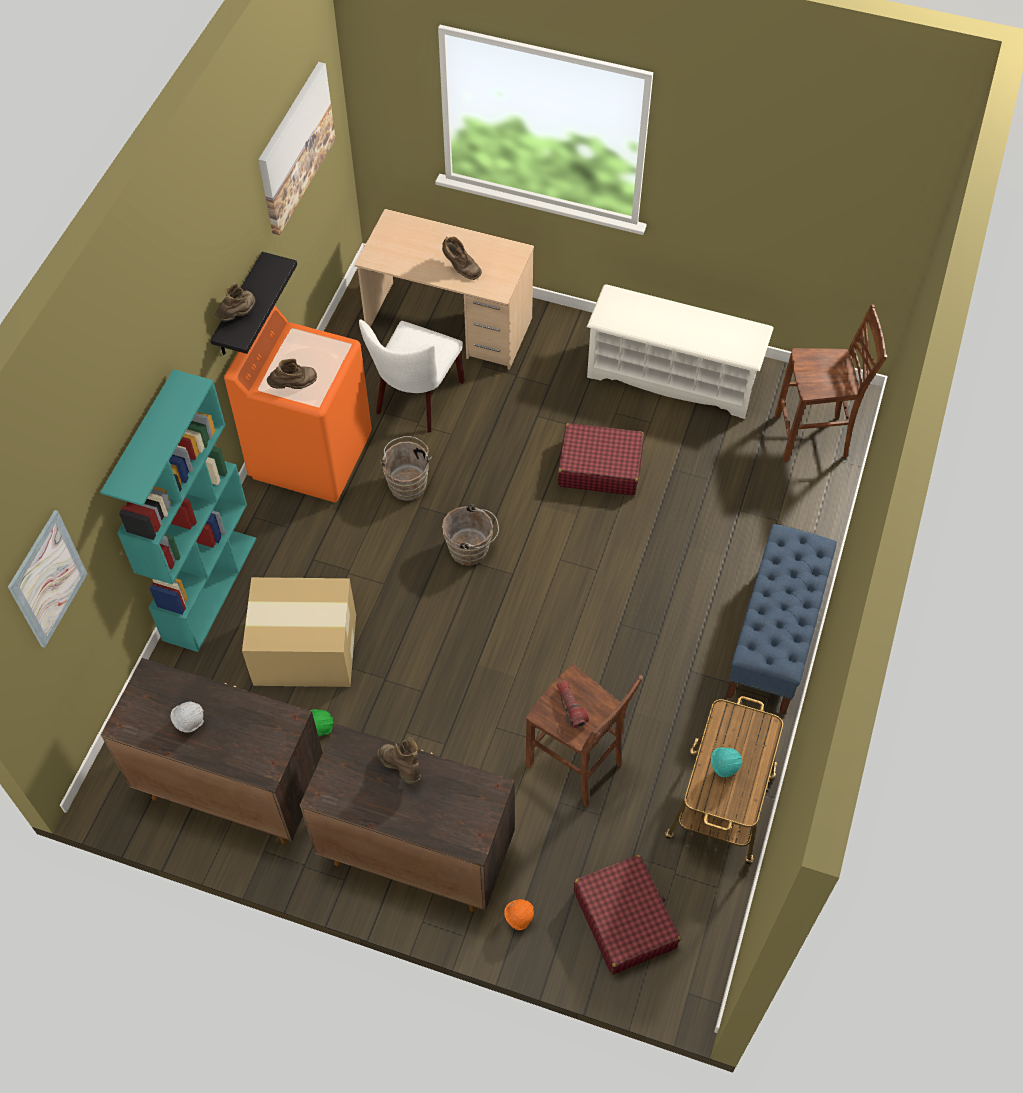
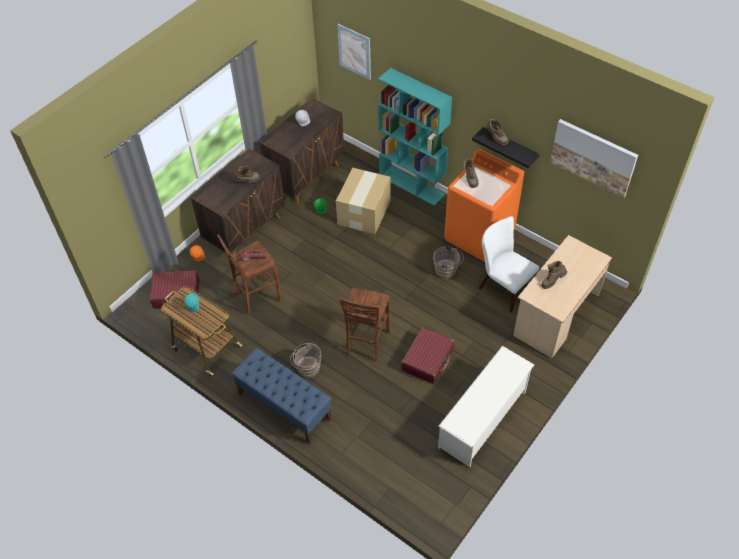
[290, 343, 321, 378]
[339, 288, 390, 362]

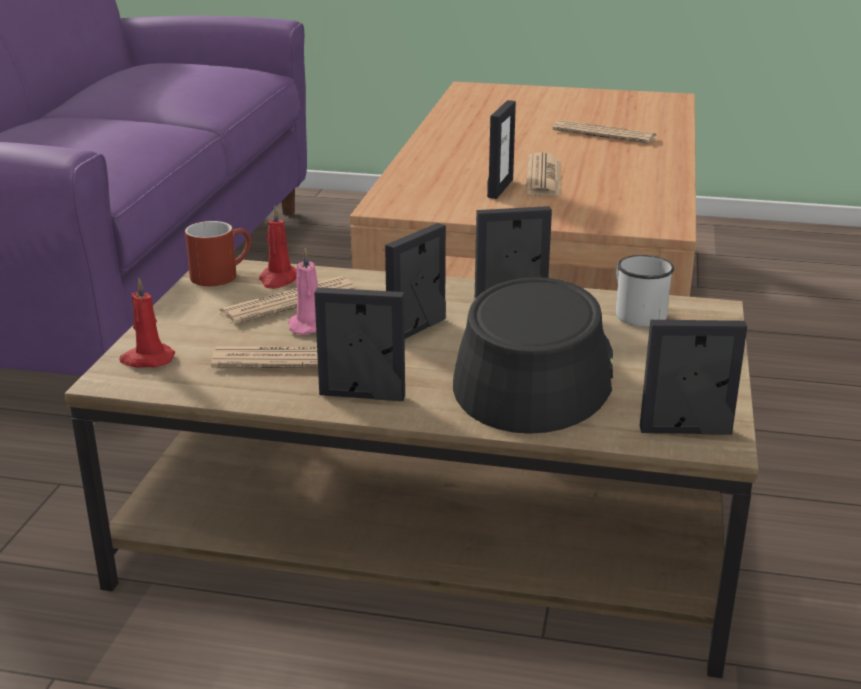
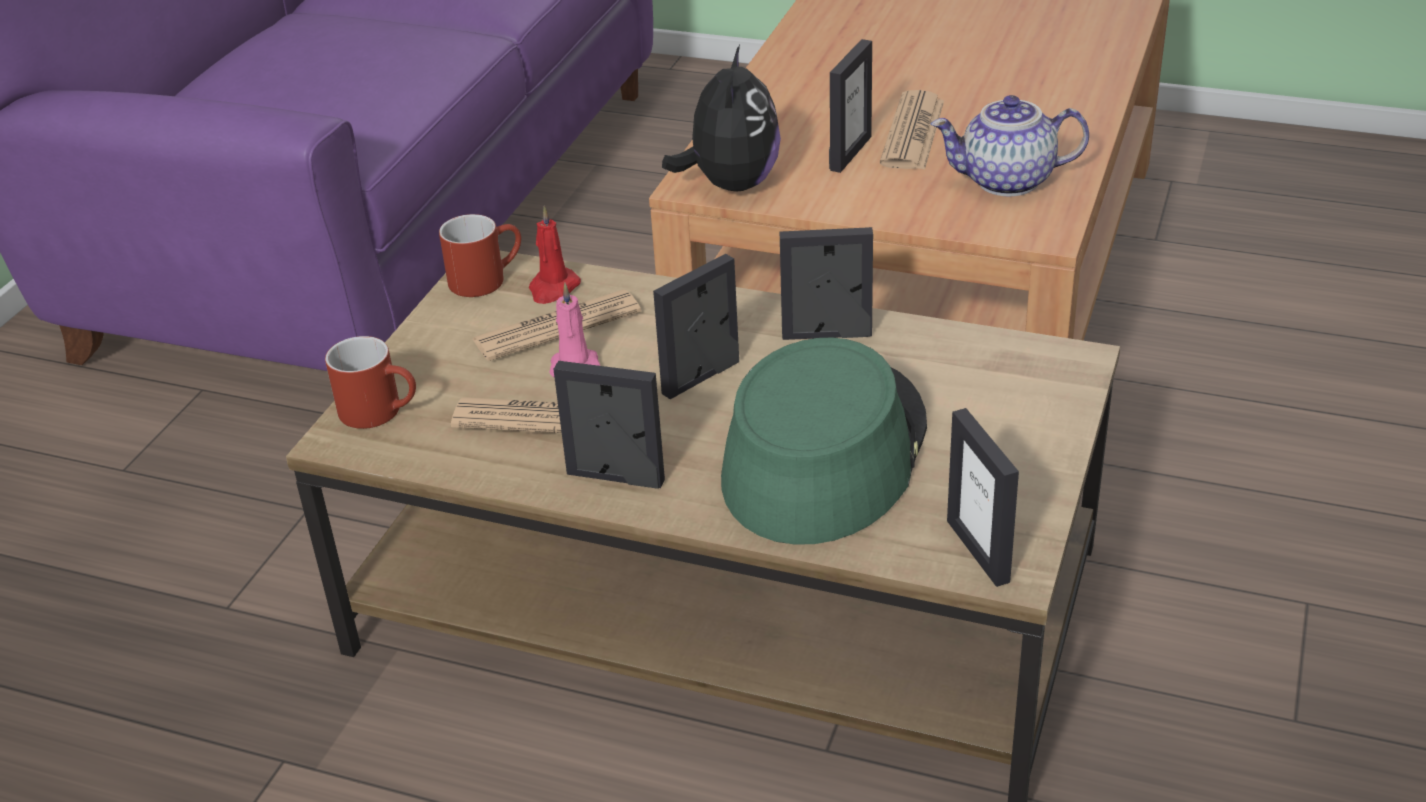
[325, 336, 416, 429]
[721, 337, 927, 545]
[552, 120, 657, 144] (first image)
[616, 255, 674, 327] (first image)
[947, 408, 1019, 587]
[662, 45, 781, 192]
[931, 95, 1089, 196]

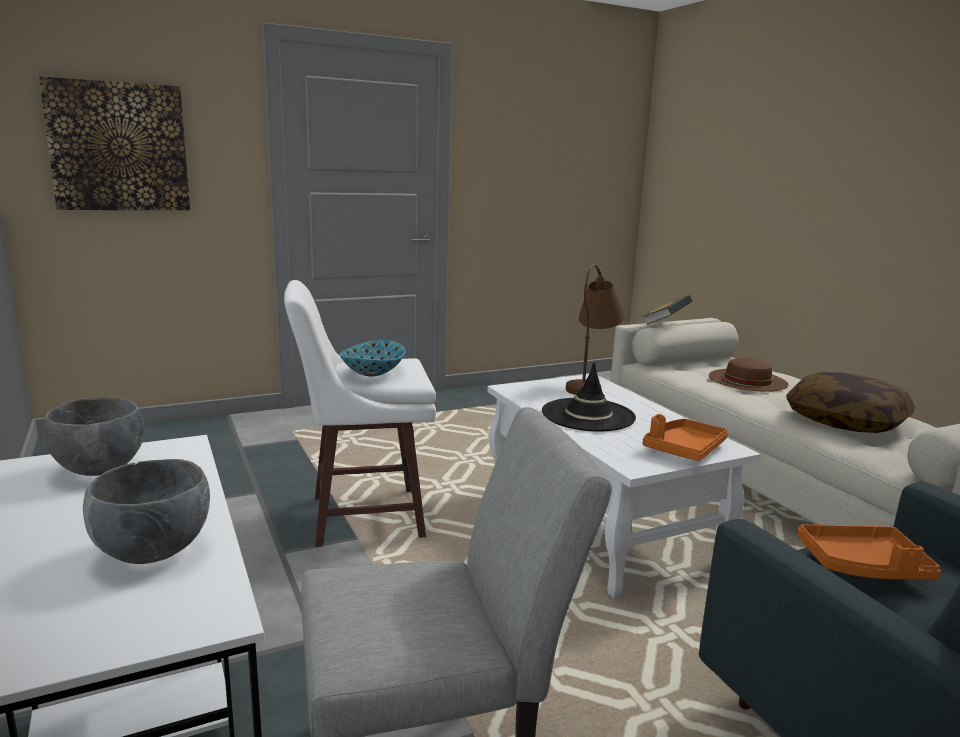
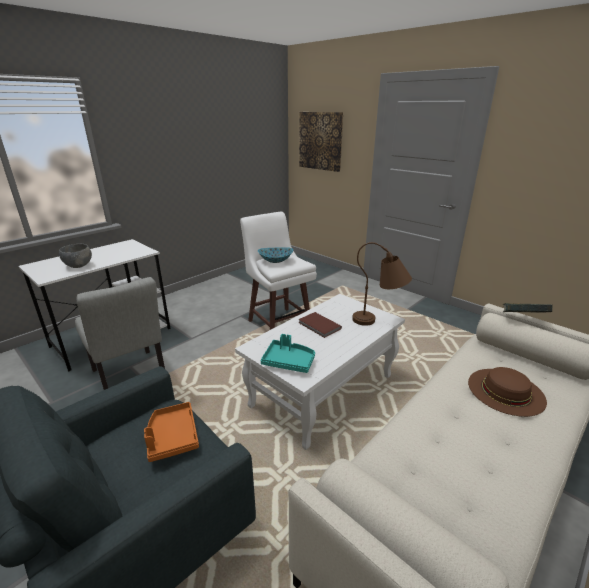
[42, 397, 144, 476] (first image)
[298, 312, 342, 338]
[261, 334, 315, 373]
[786, 372, 915, 433] (first image)

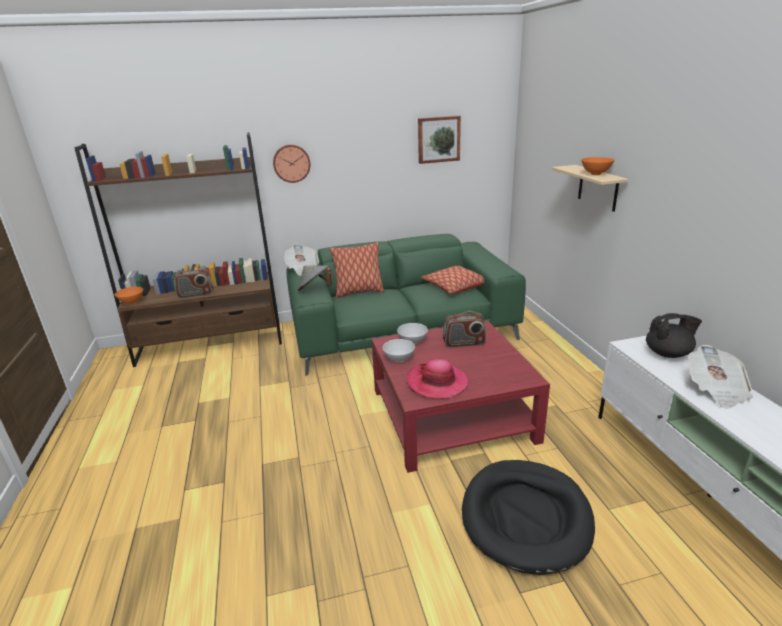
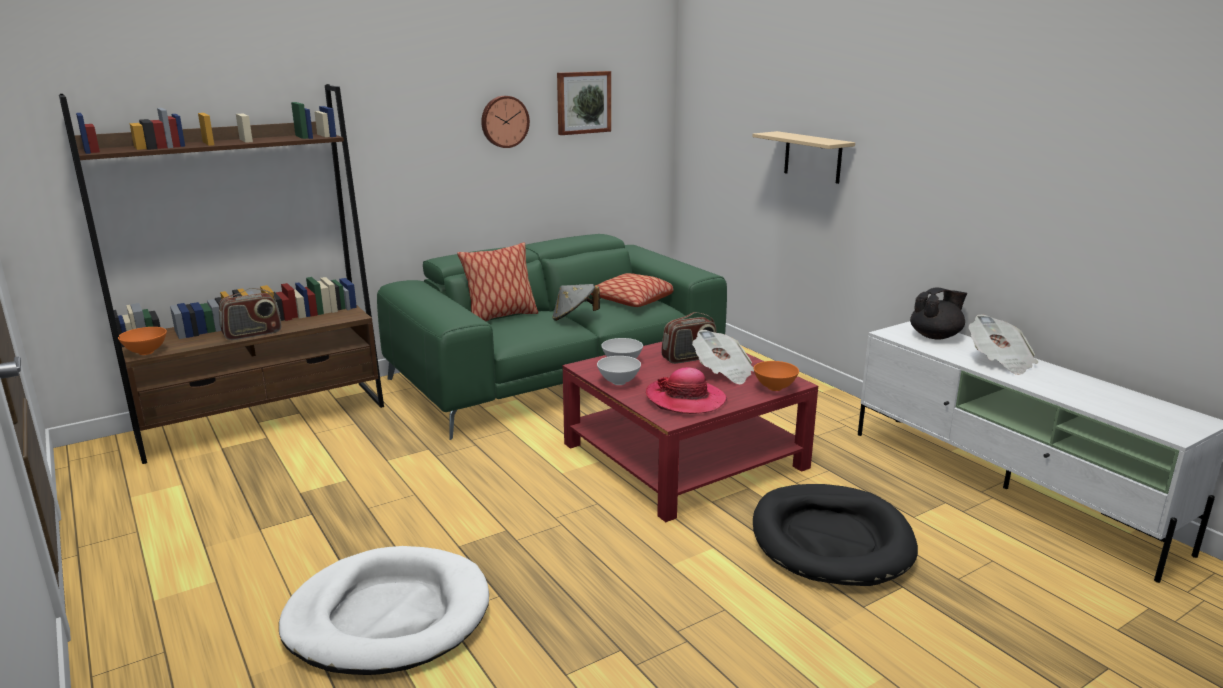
[481, 96, 530, 148]
[692, 330, 754, 385]
[552, 284, 600, 321]
[754, 361, 799, 391]
[279, 546, 489, 675]

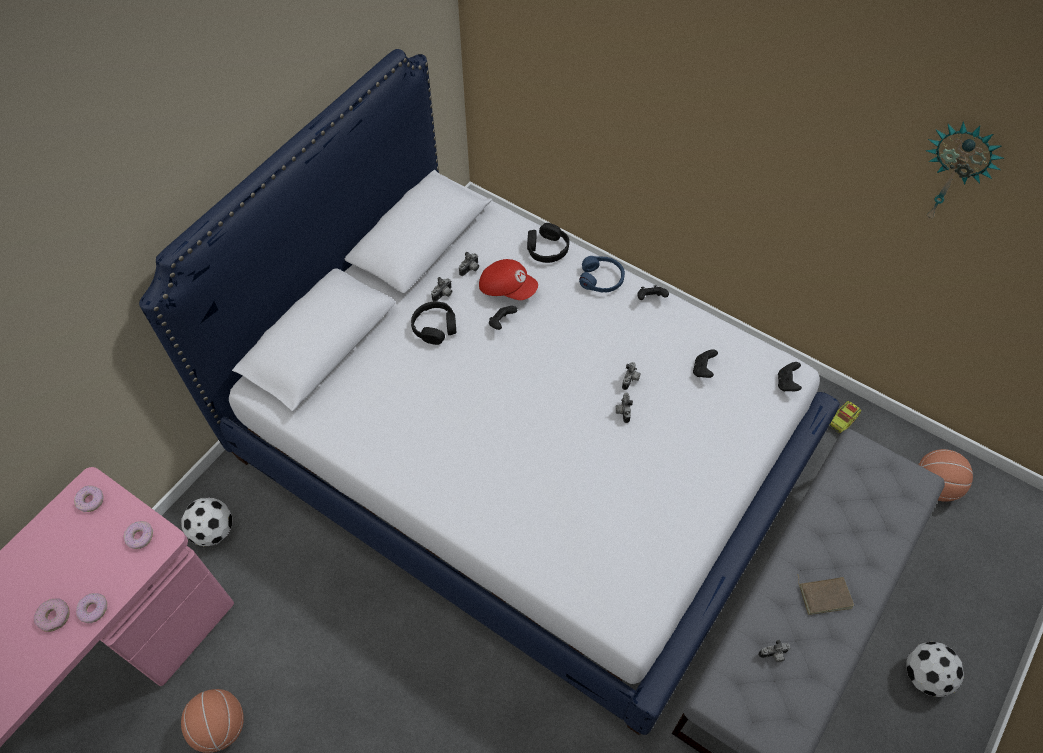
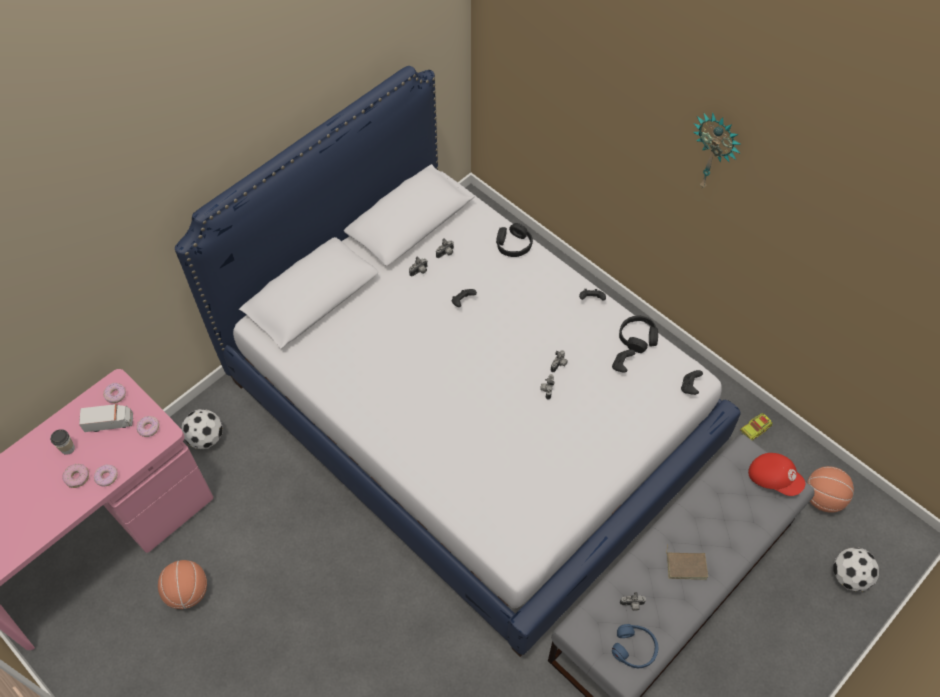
[619, 316, 658, 353]
[748, 453, 805, 496]
[612, 624, 658, 668]
[833, 547, 879, 592]
[693, 112, 741, 188]
[50, 429, 75, 455]
[79, 404, 133, 432]

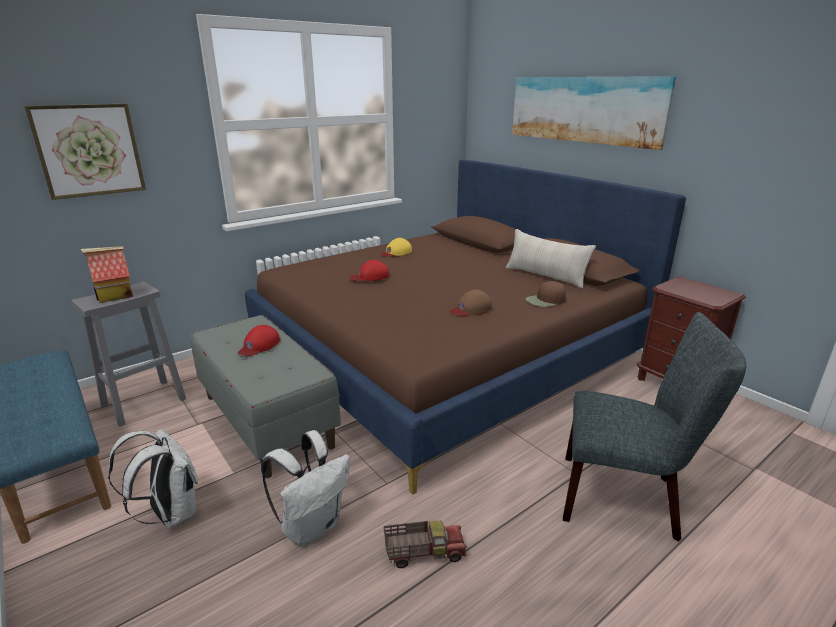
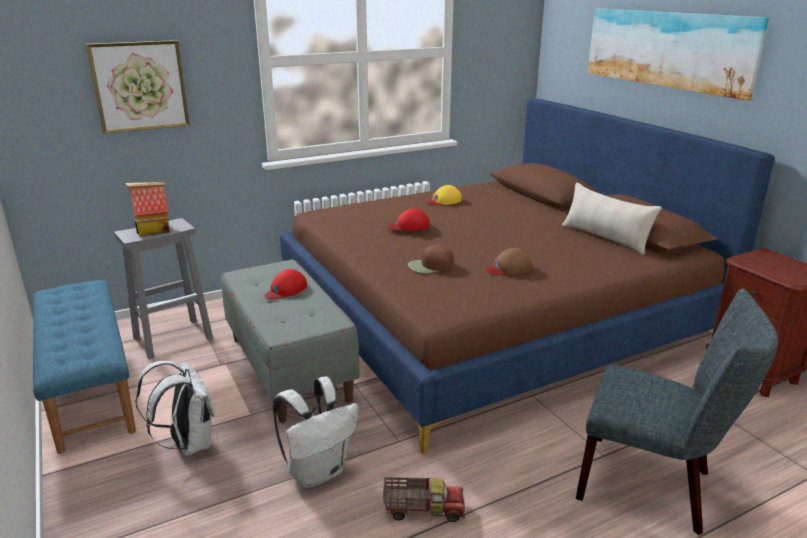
[408, 245, 454, 273]

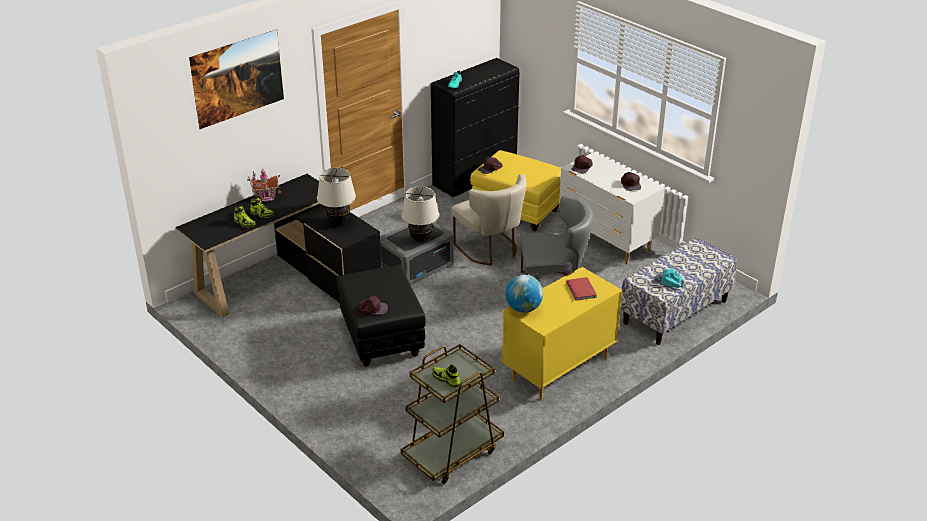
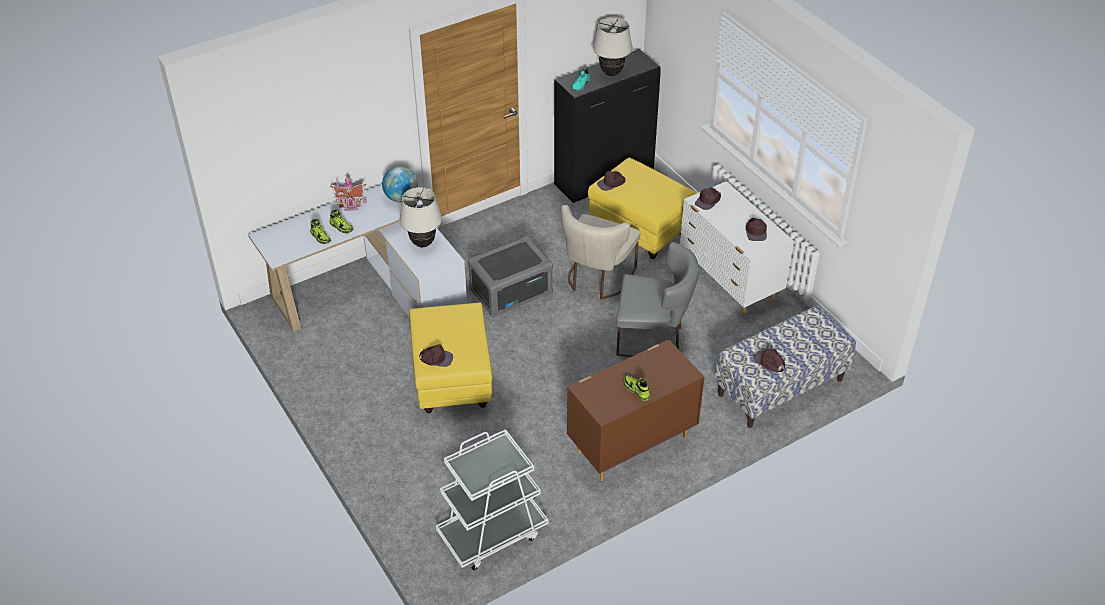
[248, 185, 467, 332]
[189, 30, 284, 129] (first image)
[409, 302, 492, 413]
[593, 17, 633, 76]
[436, 429, 548, 570]
[624, 375, 650, 401]
[561, 205, 640, 300]
[567, 339, 704, 481]
[382, 166, 418, 202]
[566, 277, 597, 300] (first image)
[753, 349, 785, 372]

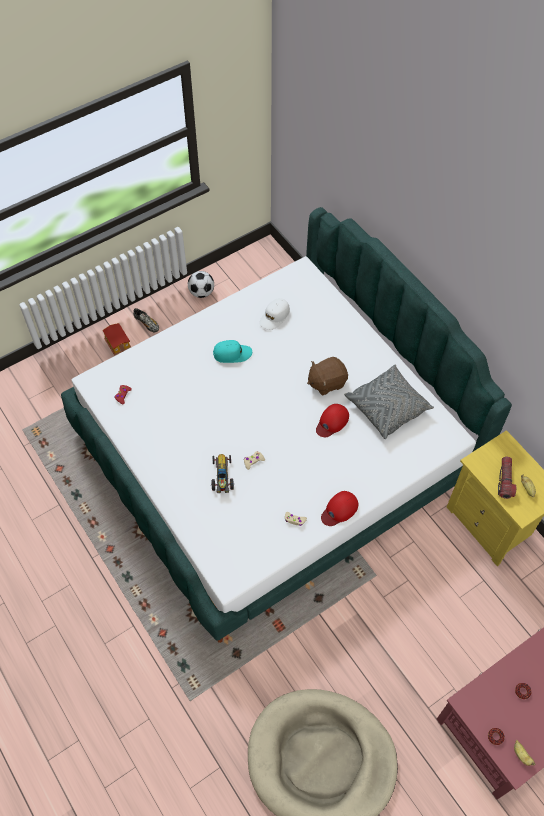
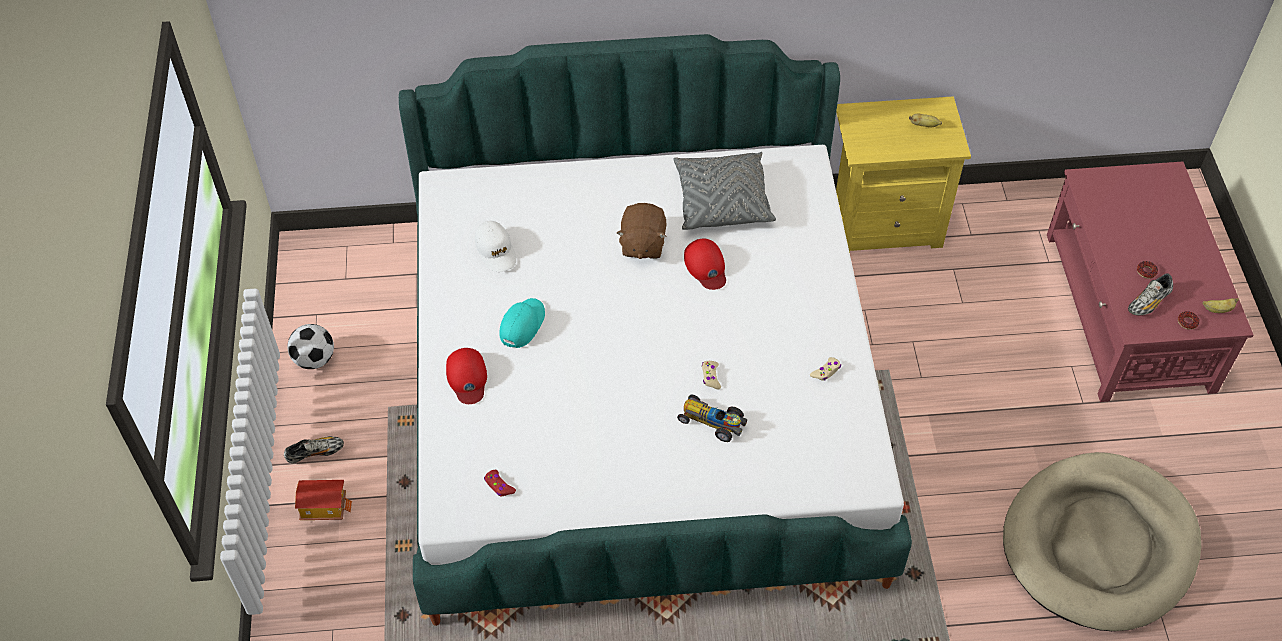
[446, 348, 487, 404]
[498, 457, 516, 499] (first image)
[1128, 273, 1173, 316]

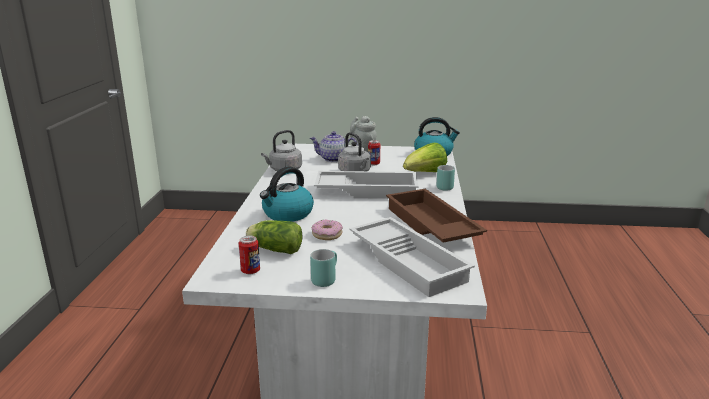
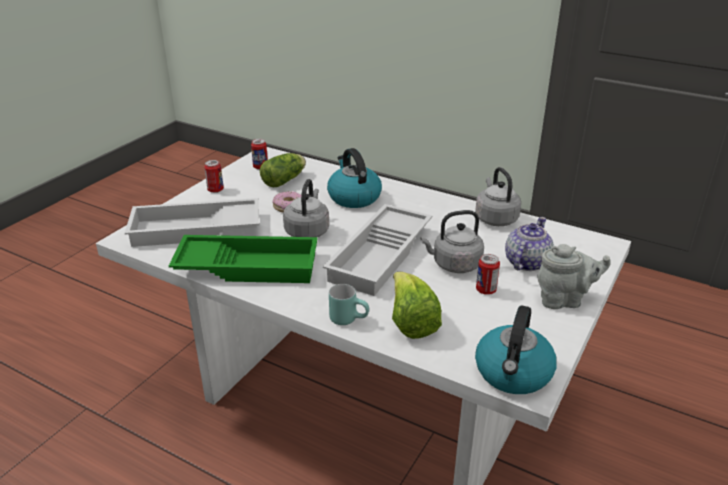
[204, 160, 224, 193]
[169, 235, 318, 283]
[283, 179, 329, 237]

